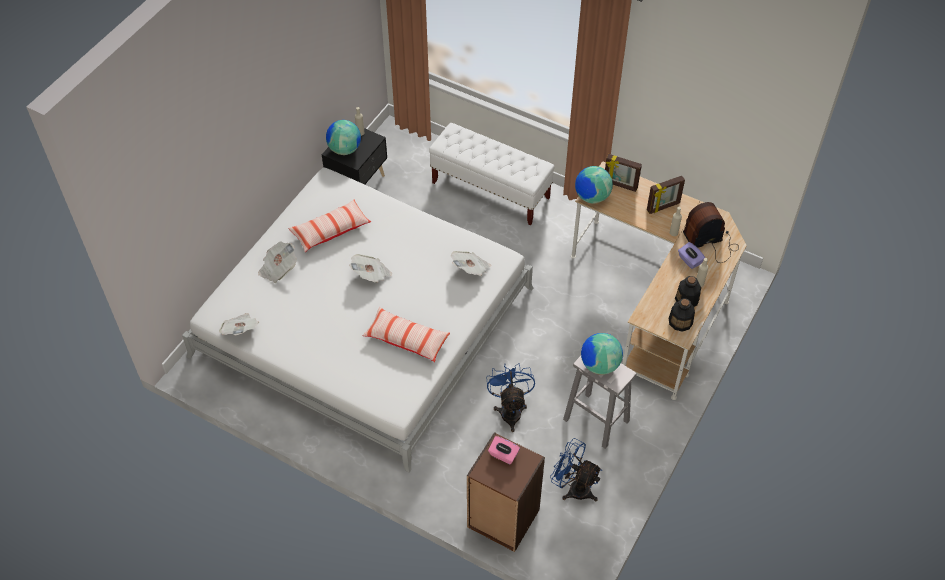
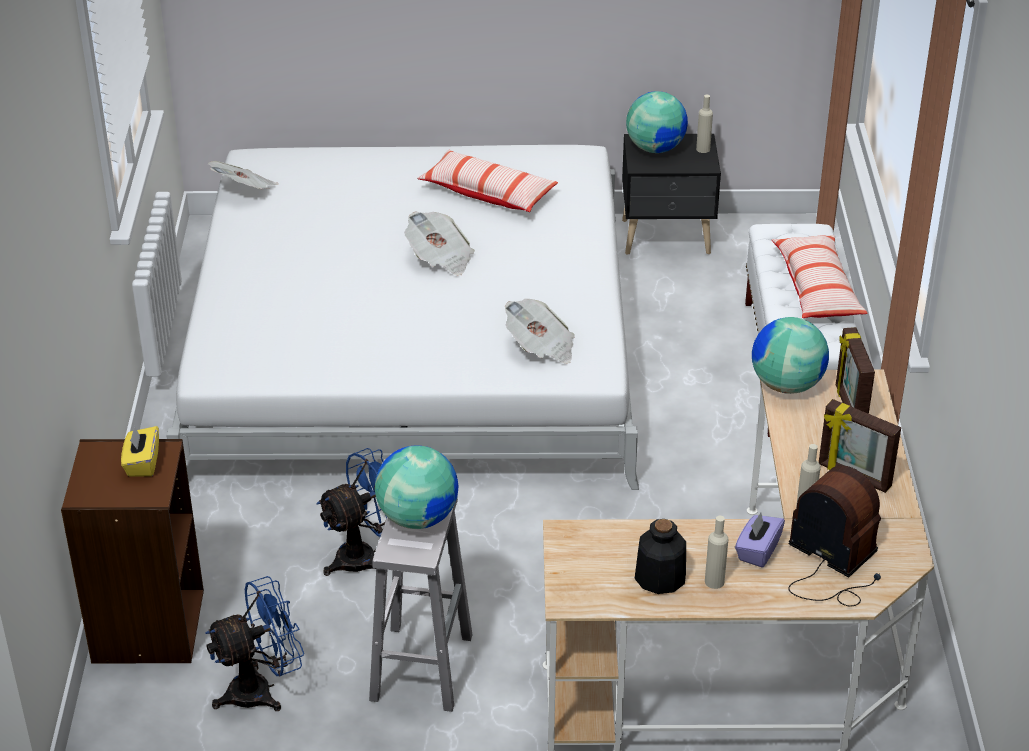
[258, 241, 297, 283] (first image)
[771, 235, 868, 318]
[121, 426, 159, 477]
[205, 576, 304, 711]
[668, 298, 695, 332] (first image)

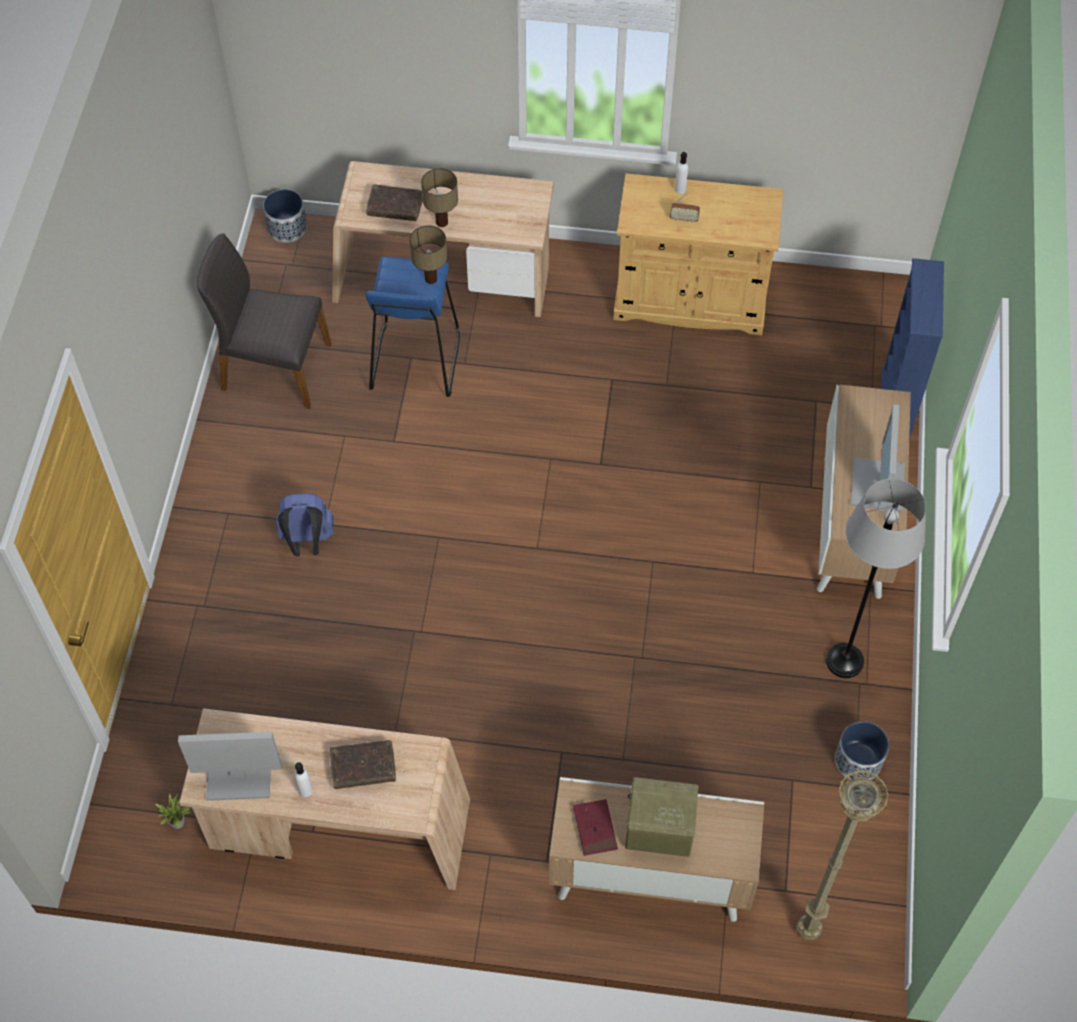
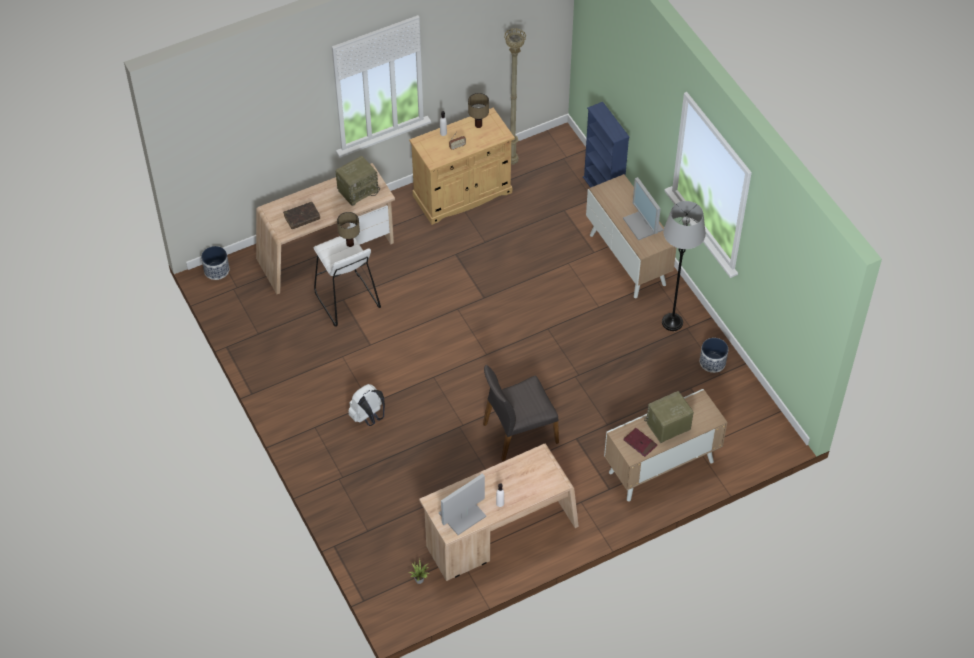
[483, 365, 559, 461]
[348, 384, 385, 426]
[330, 740, 396, 789] (first image)
[314, 236, 381, 327]
[468, 93, 489, 128]
[504, 28, 526, 165]
[335, 156, 380, 206]

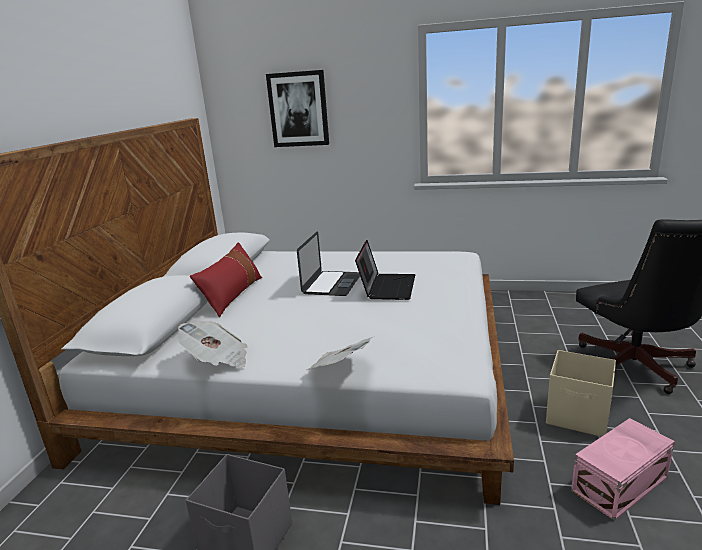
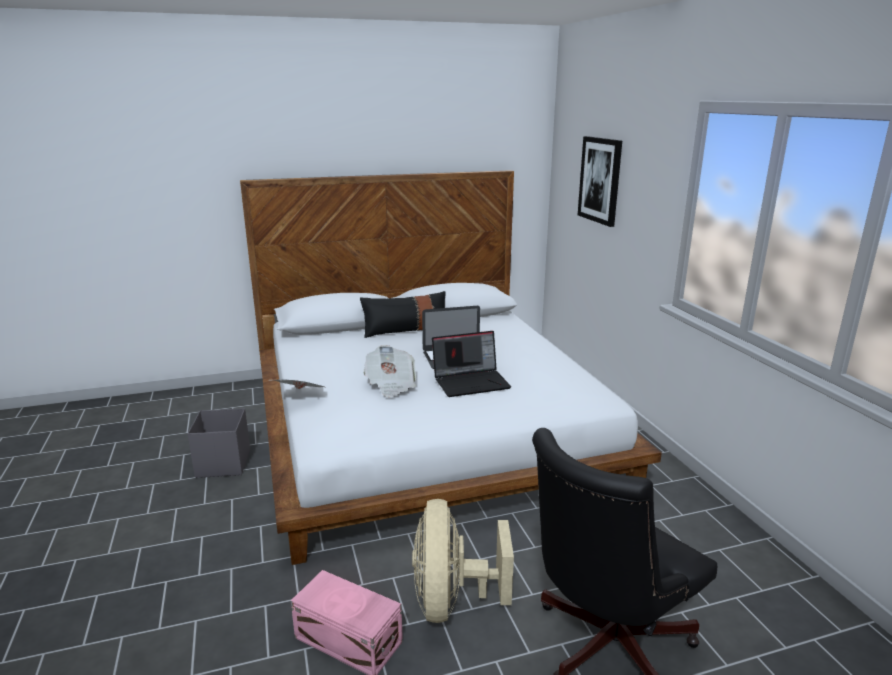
[363, 345, 416, 397]
[360, 291, 446, 338]
[412, 499, 514, 623]

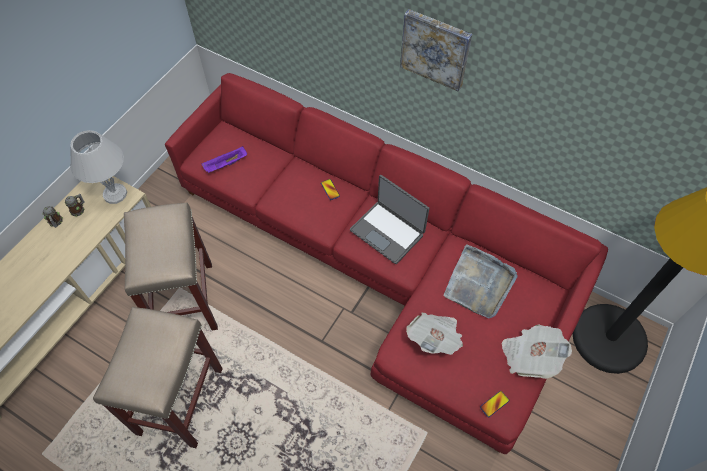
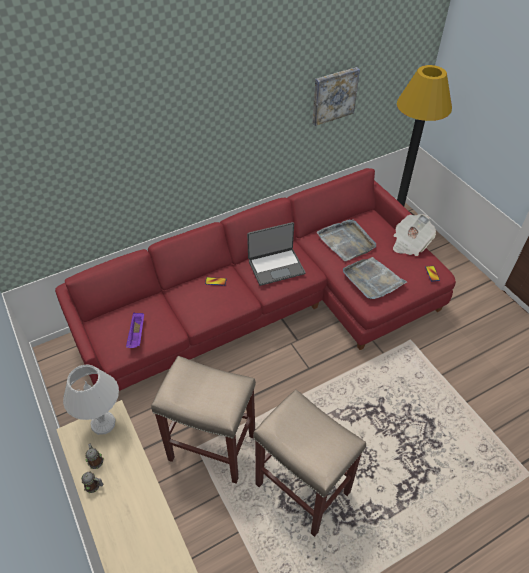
[312, 67, 360, 126]
[343, 257, 407, 299]

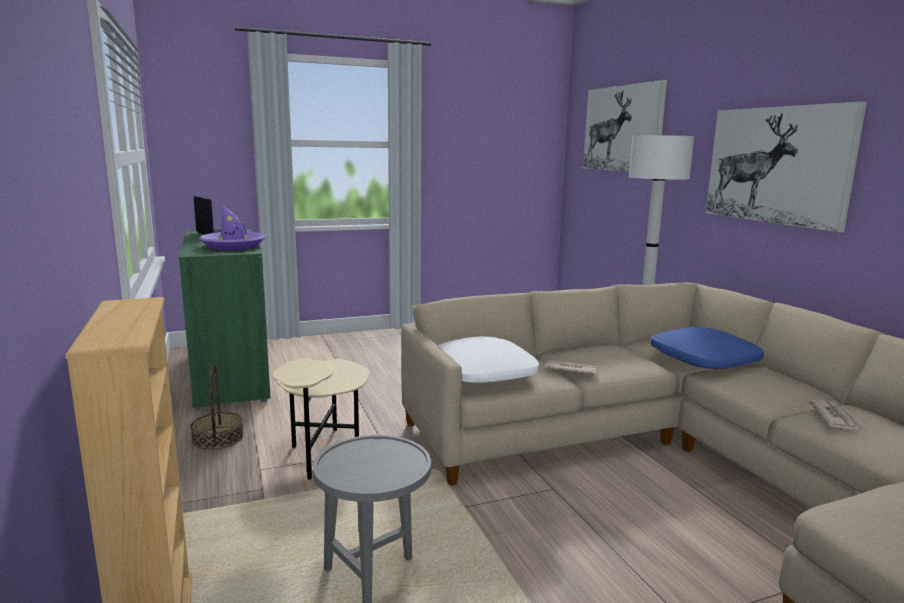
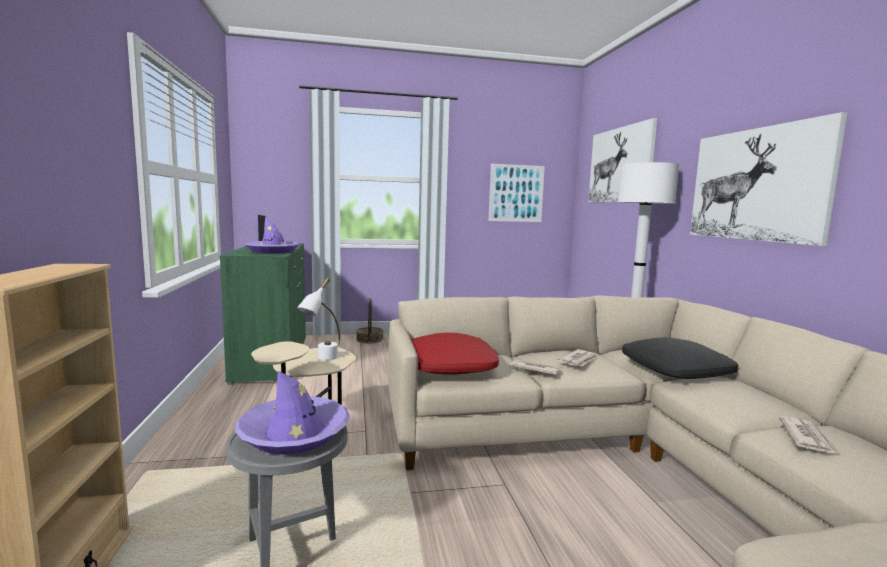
[356, 298, 384, 343]
[411, 333, 499, 375]
[622, 337, 738, 379]
[235, 371, 350, 454]
[297, 278, 340, 360]
[489, 164, 545, 222]
[557, 349, 597, 366]

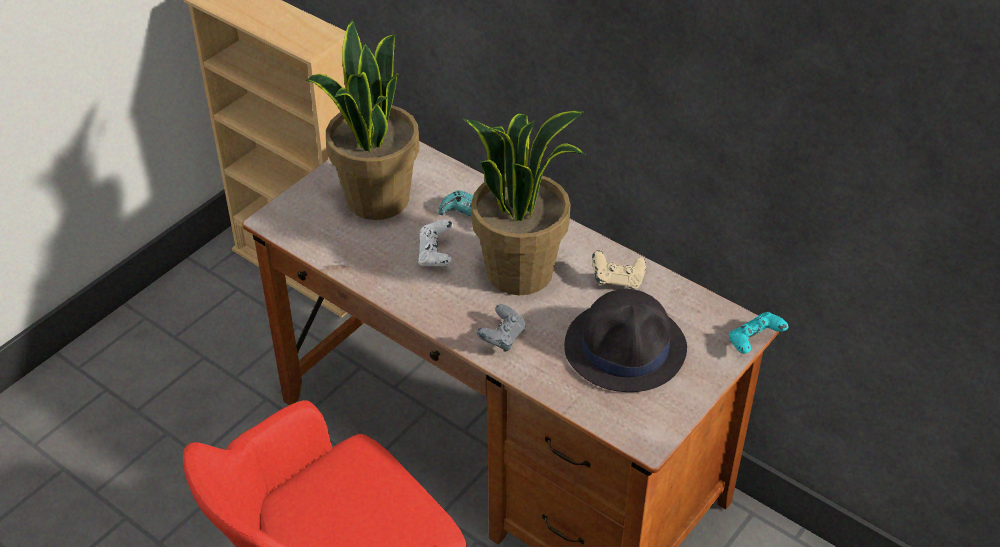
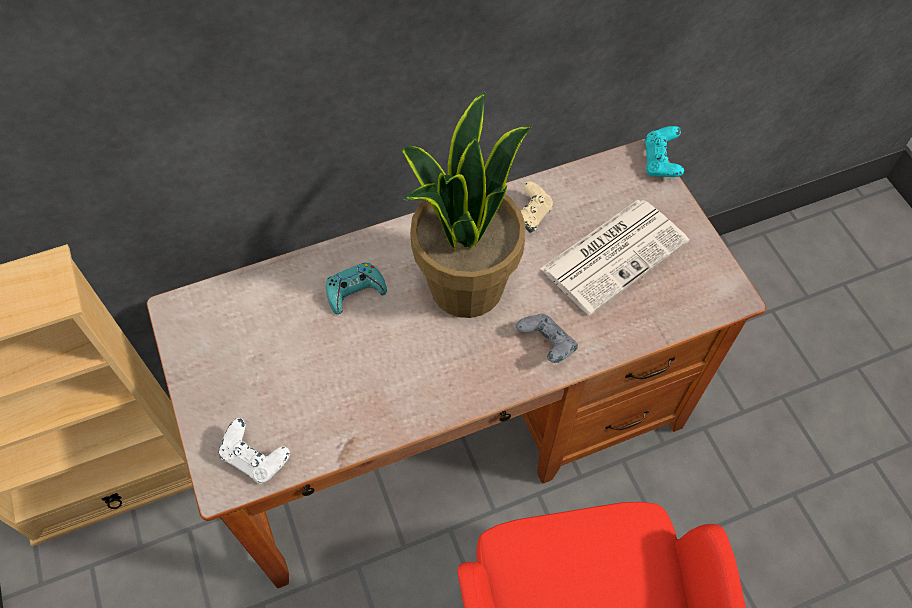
[306, 20, 420, 220] (first image)
[219, 418, 290, 484]
[540, 200, 689, 315]

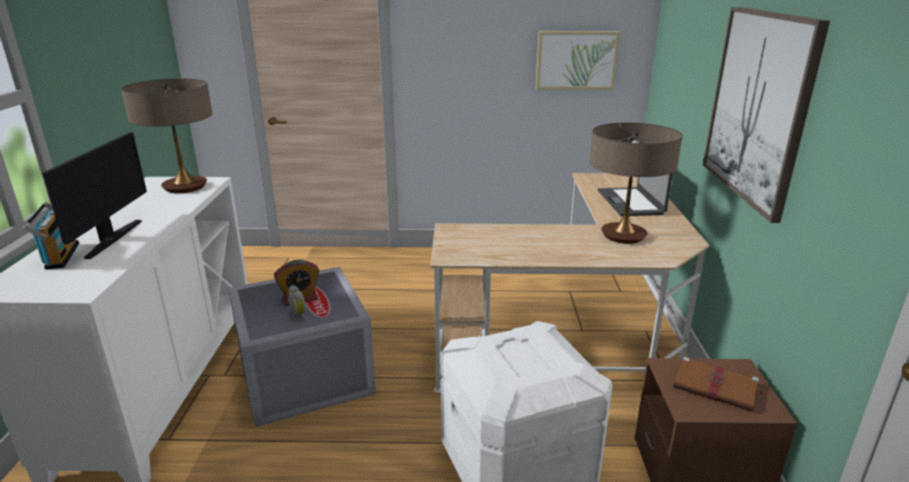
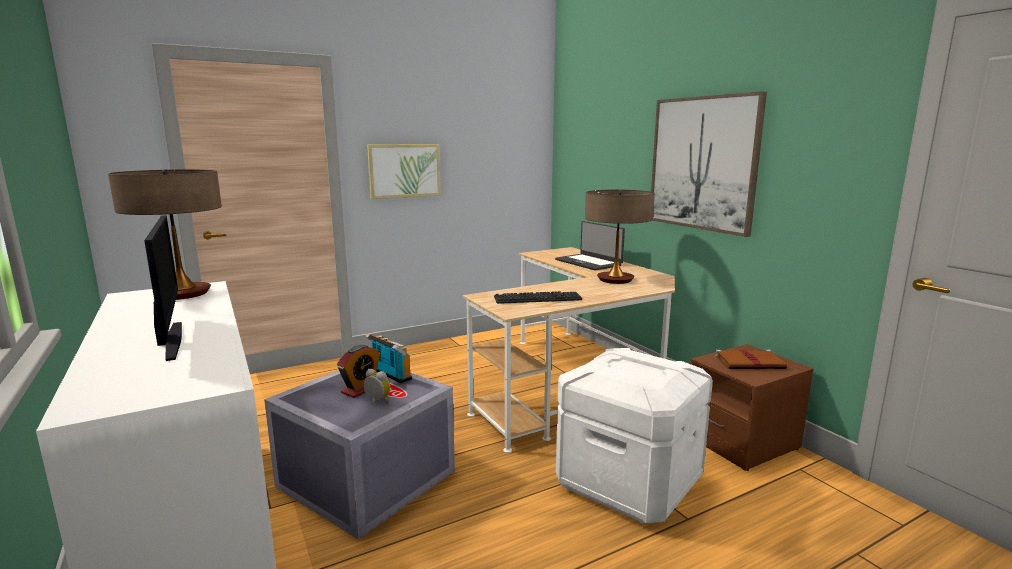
[365, 334, 412, 383]
[367, 144, 441, 199]
[494, 291, 582, 304]

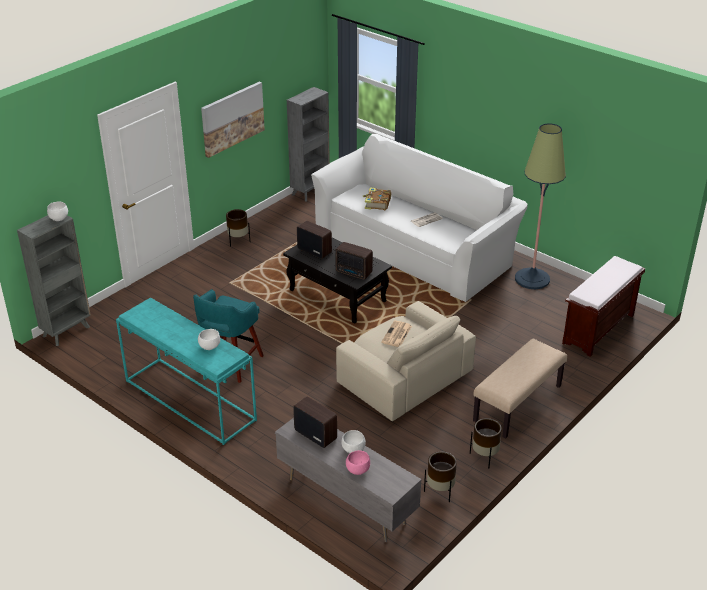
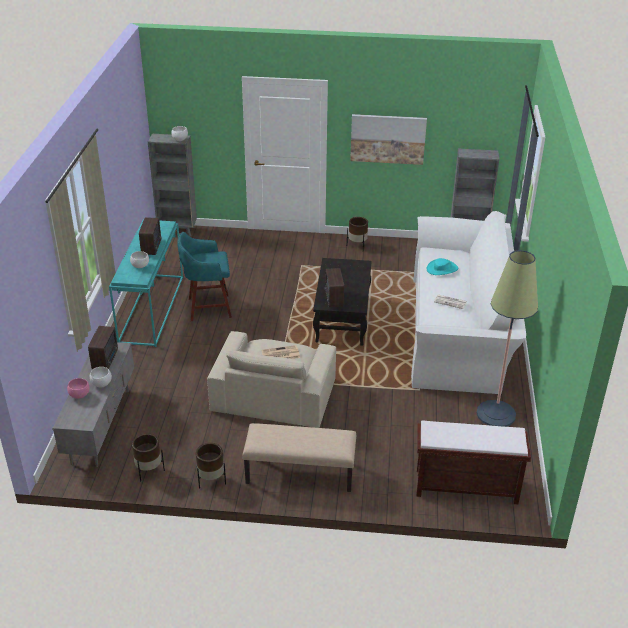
[139, 217, 162, 255]
[427, 258, 458, 275]

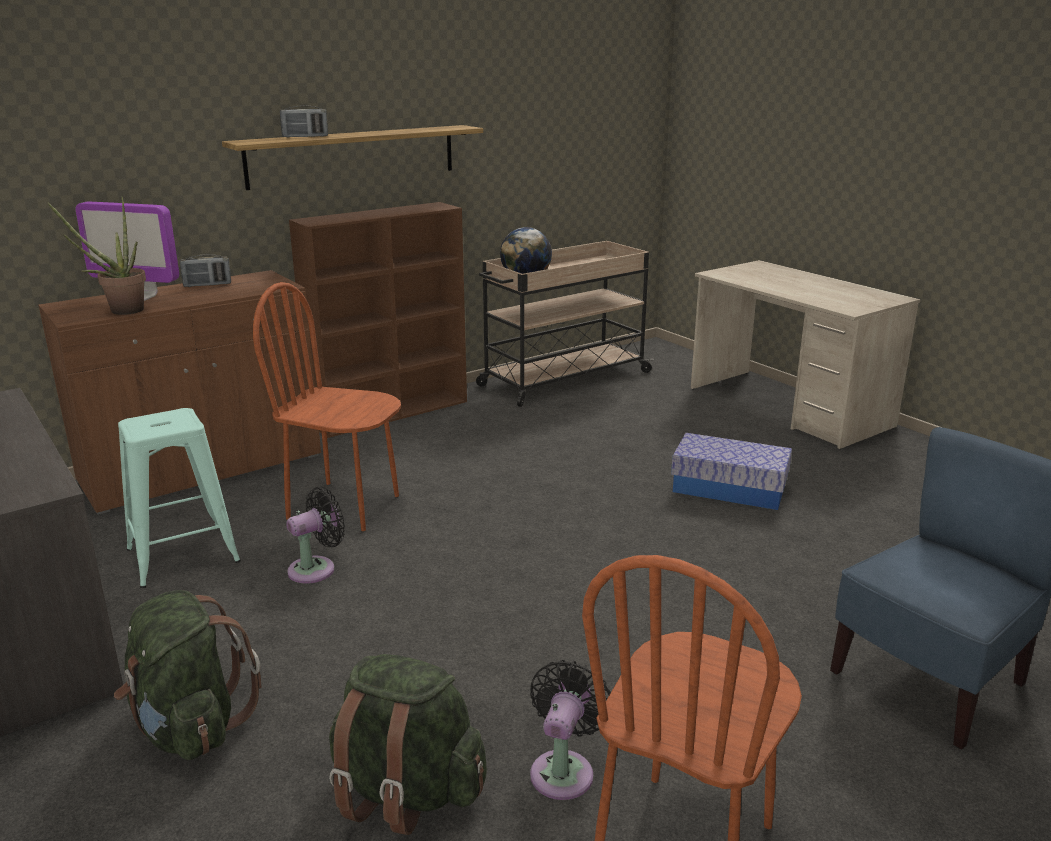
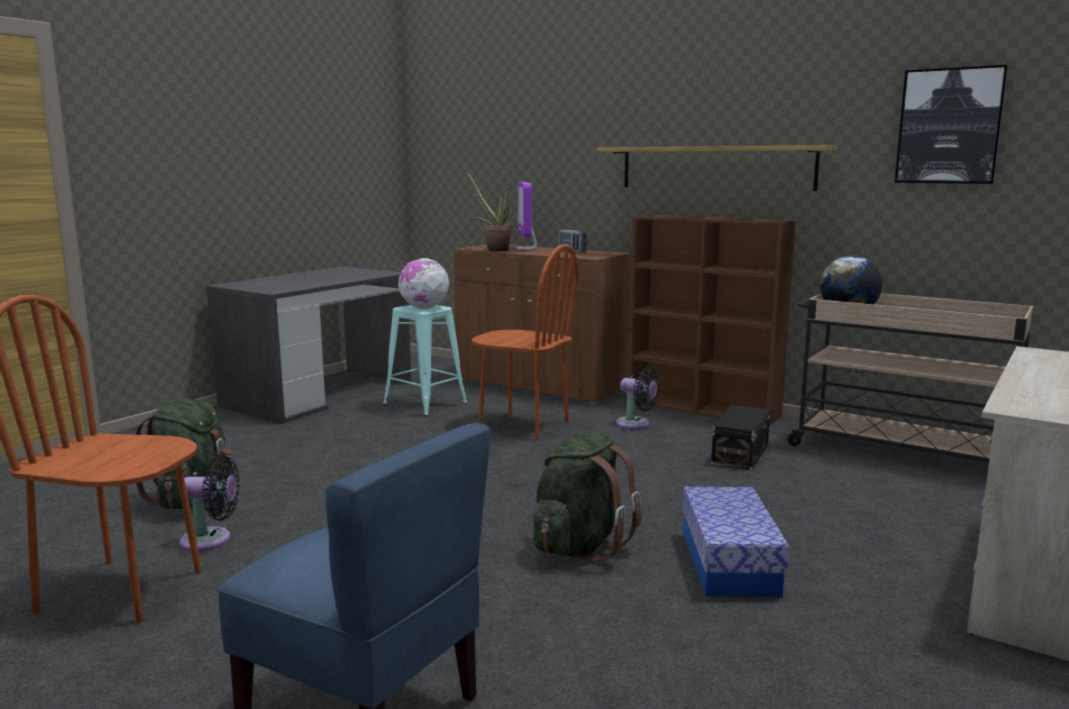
[533, 434, 642, 562]
[472, 244, 579, 440]
[280, 105, 328, 138] (first image)
[616, 366, 660, 429]
[398, 258, 449, 309]
[711, 405, 770, 470]
[895, 65, 1008, 184]

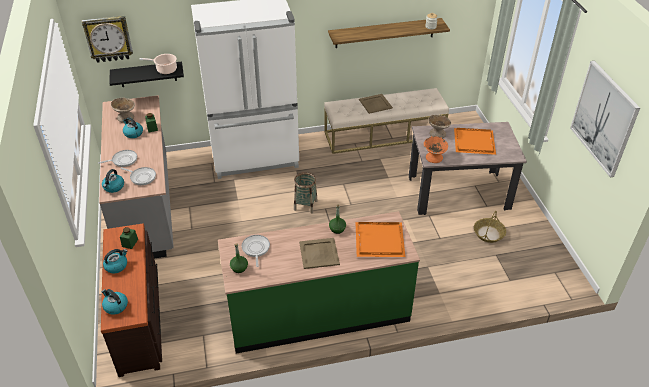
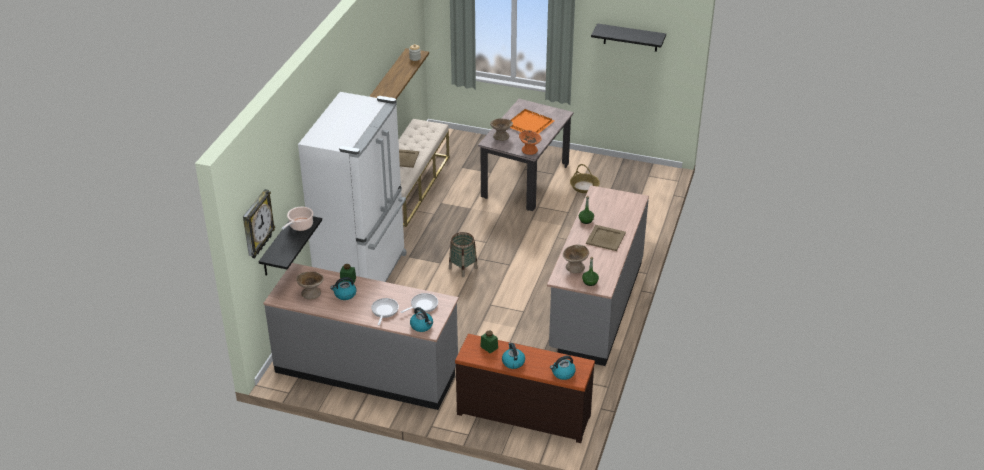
[547, 185, 649, 366]
[563, 244, 589, 273]
[356, 222, 405, 257] (first image)
[591, 24, 666, 52]

